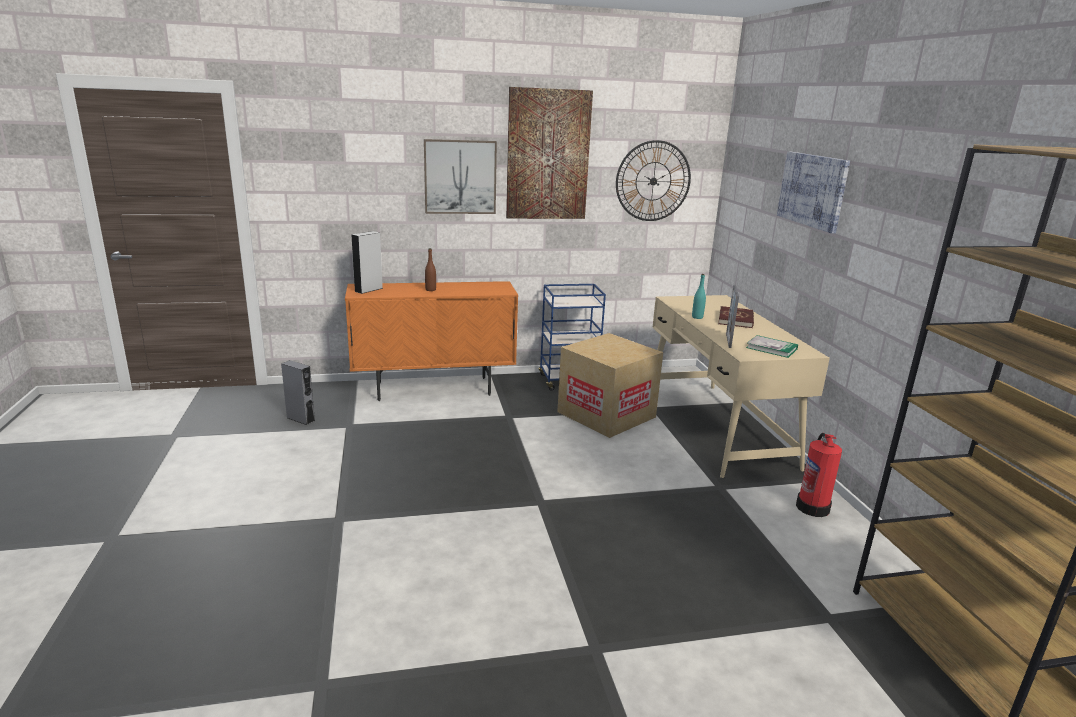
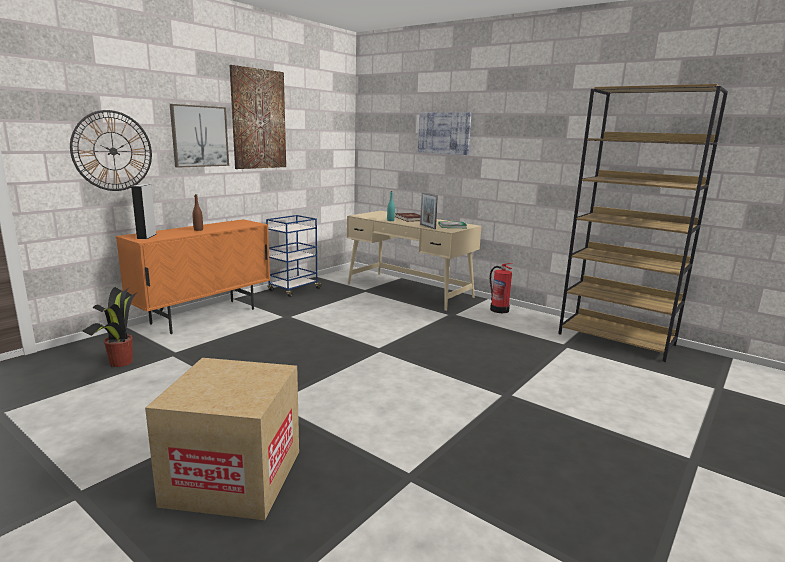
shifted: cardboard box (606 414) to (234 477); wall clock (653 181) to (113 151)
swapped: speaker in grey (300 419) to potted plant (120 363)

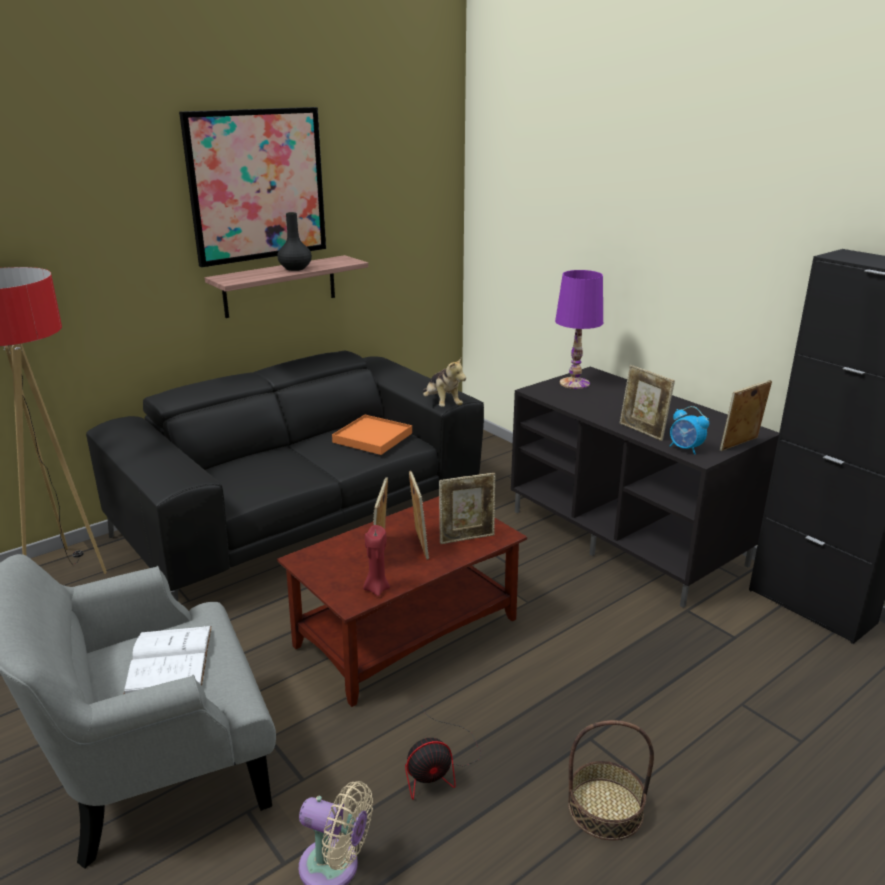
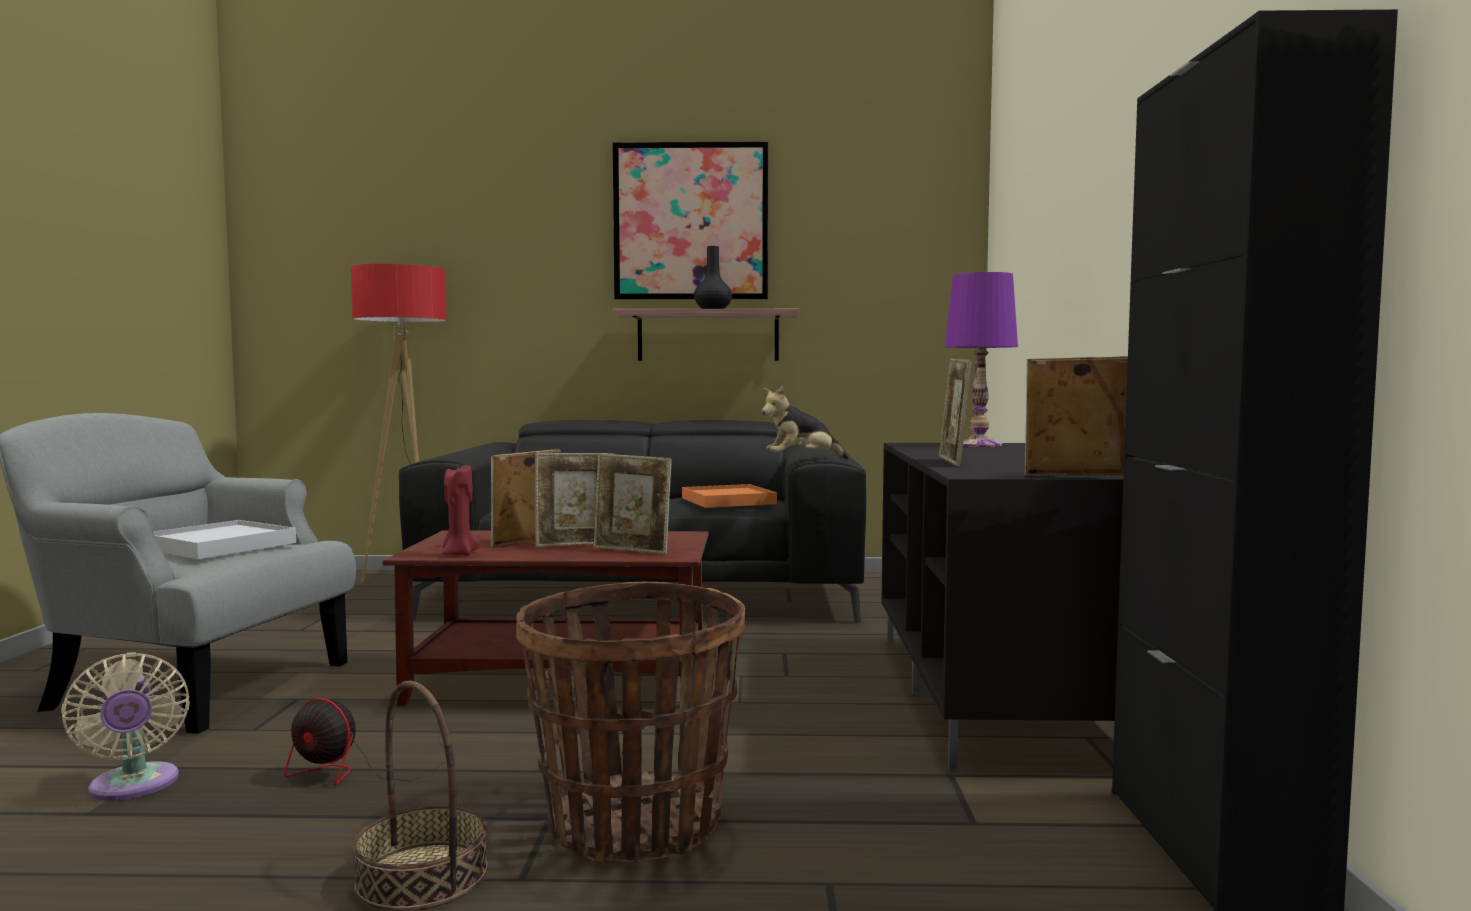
gone: alarm clock (685 449)
new: basket (634 825)
swapped: book in white (170 659) to tray in white (220 546)
rotated: picture frame (419 544) = (576 545) 45 degrees clockwise; plush toy (442 404) = (801 460) 60 degrees clockwise

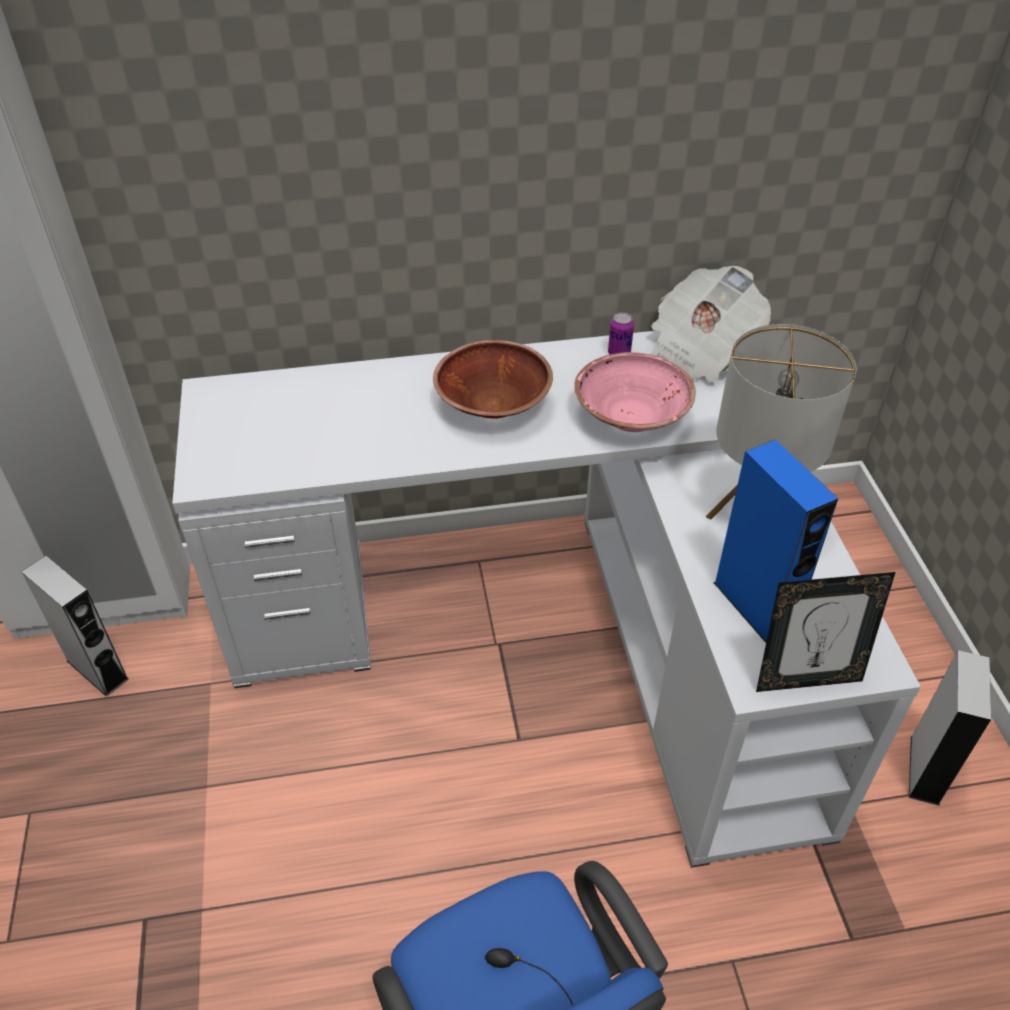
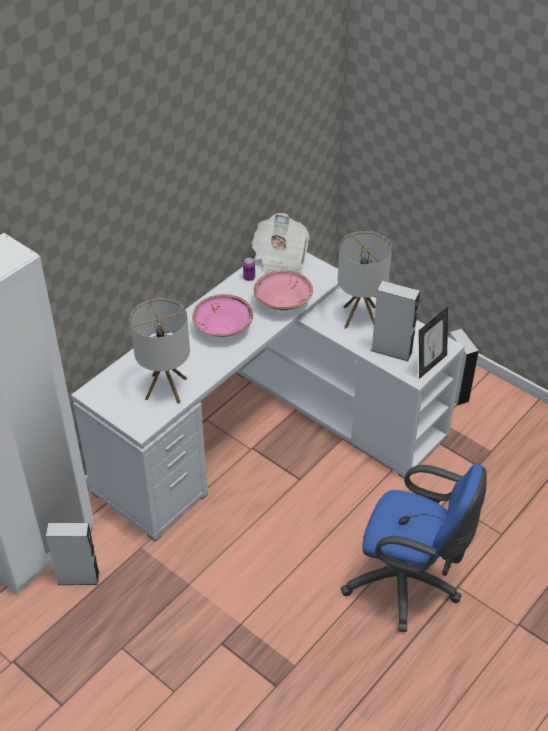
new: table lamp (166 389)
repainted: bowl in brown (494 404) to bowl in pink (223 328); speaker in blue (754 606) to speaker in grey (391 351)

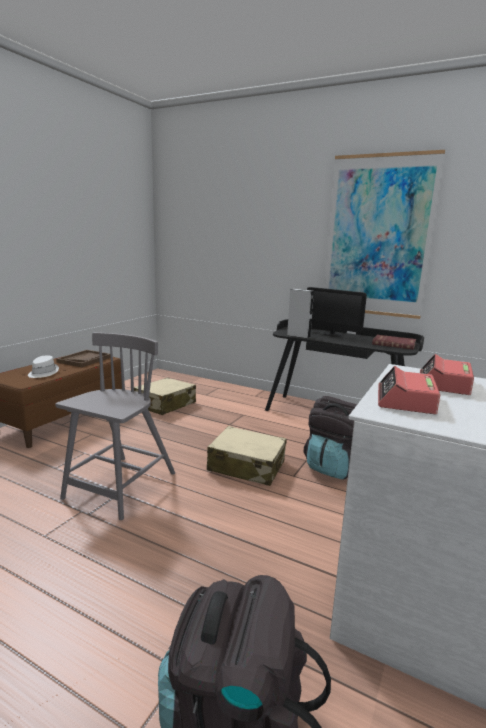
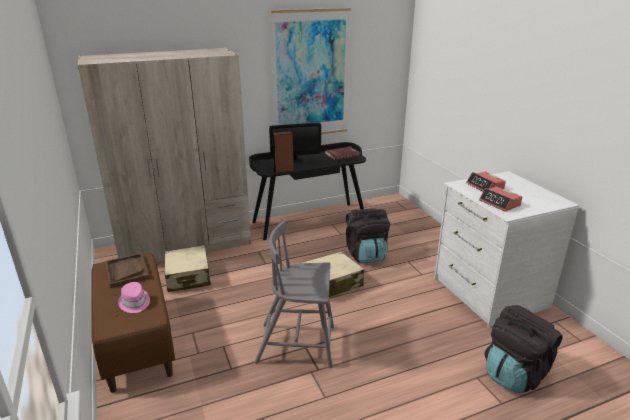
new: wardrobe in beige (185 245)
repainted: hat in white (43 373) to hat in pink (134 302); speaker in grey (298 336) to speaker in brown (283 170)
rotated: chair in grey (120 487) = (298 344) 60 degrees counterclockwise

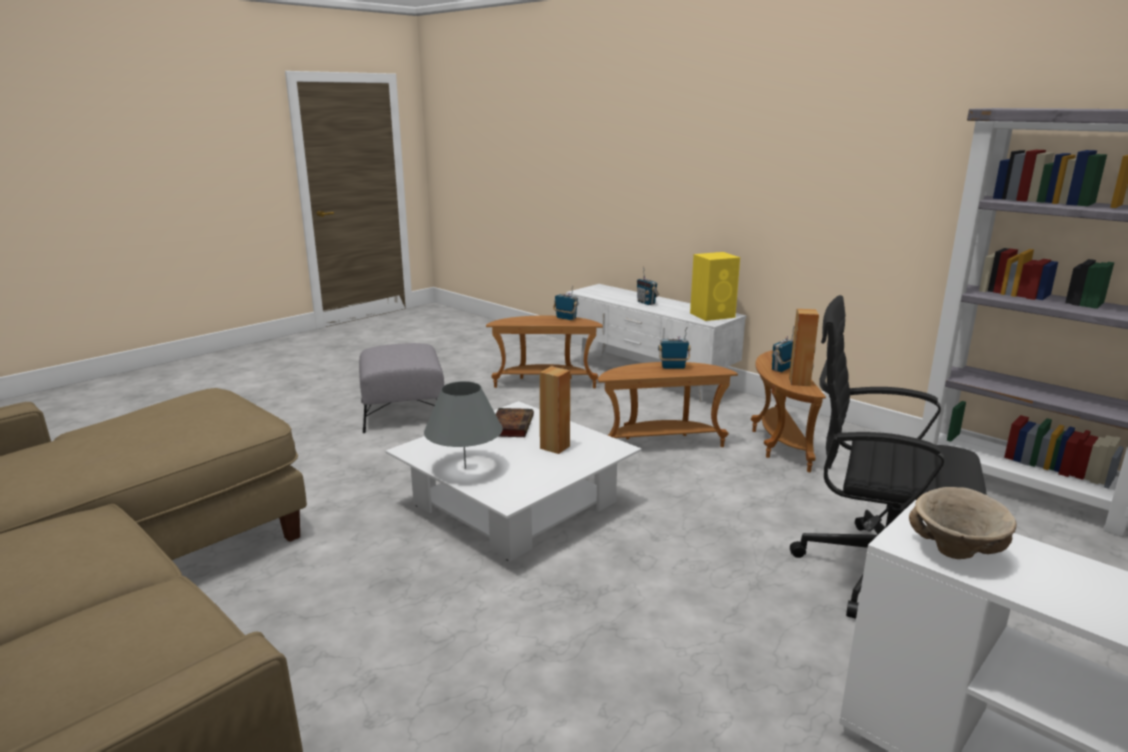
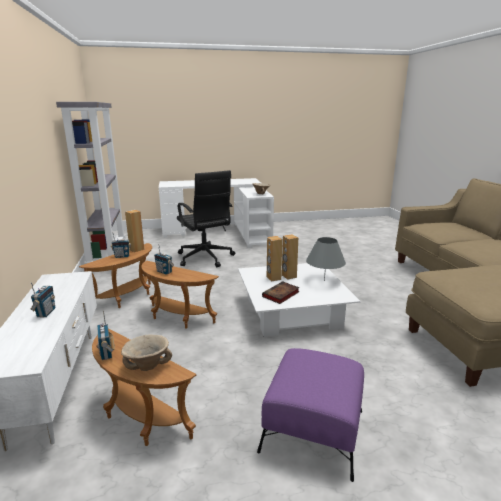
gone: speaker in yellow (713 315)
new: bowl in beige (147 365); speaker in brown (289 276)
repainted: ottoman in grey (403 412) to ottoman in purple (313 430)

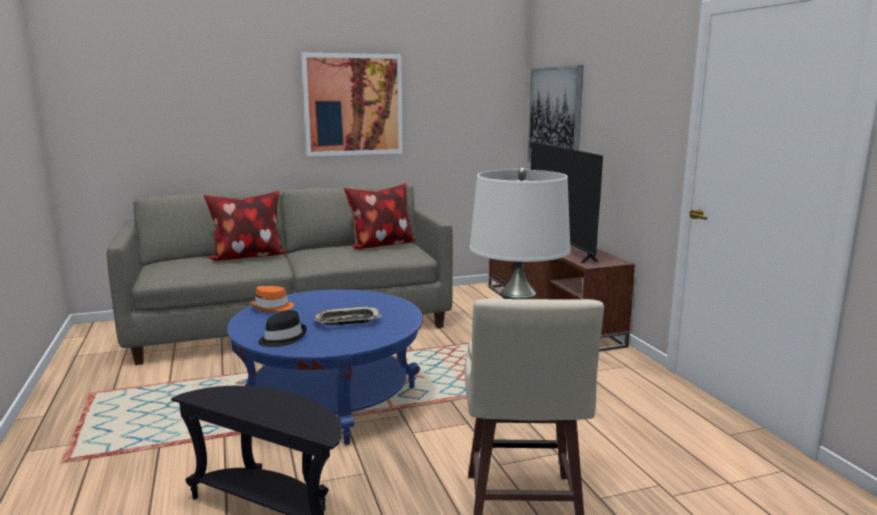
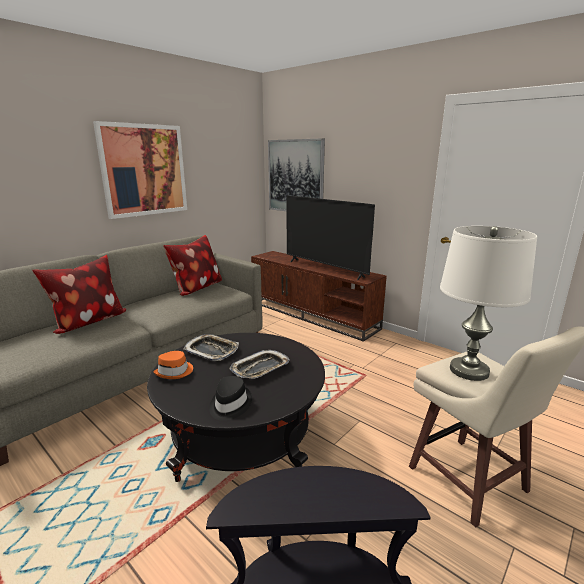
new: tray (212 350)
repainted: coffee table in blue (331 400) to coffee table in black (242 436)

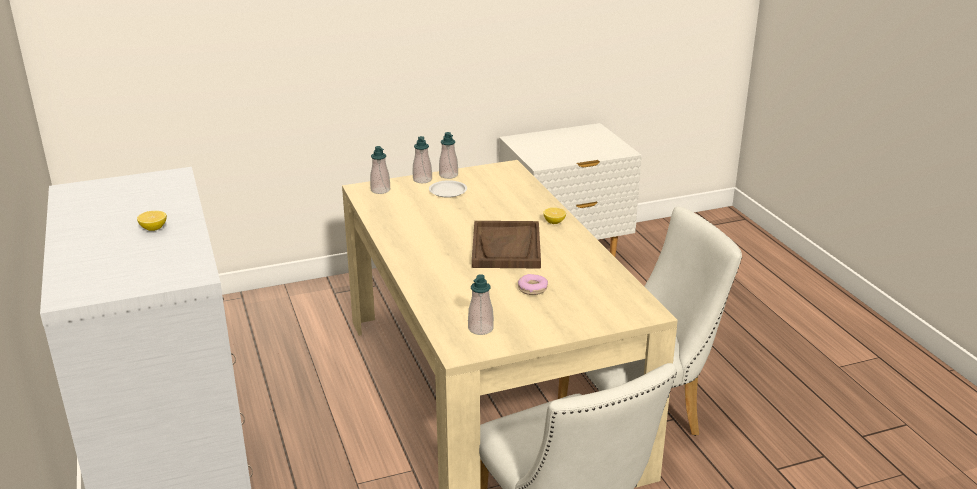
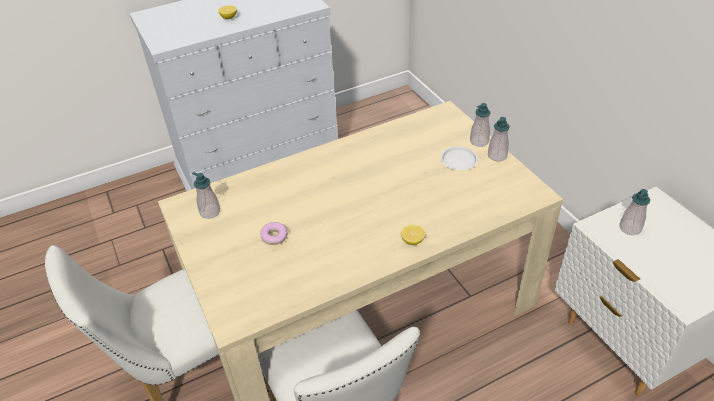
gone: tray in brown (506 247)
shifted: soap dispenser (380 190) to (630 228)

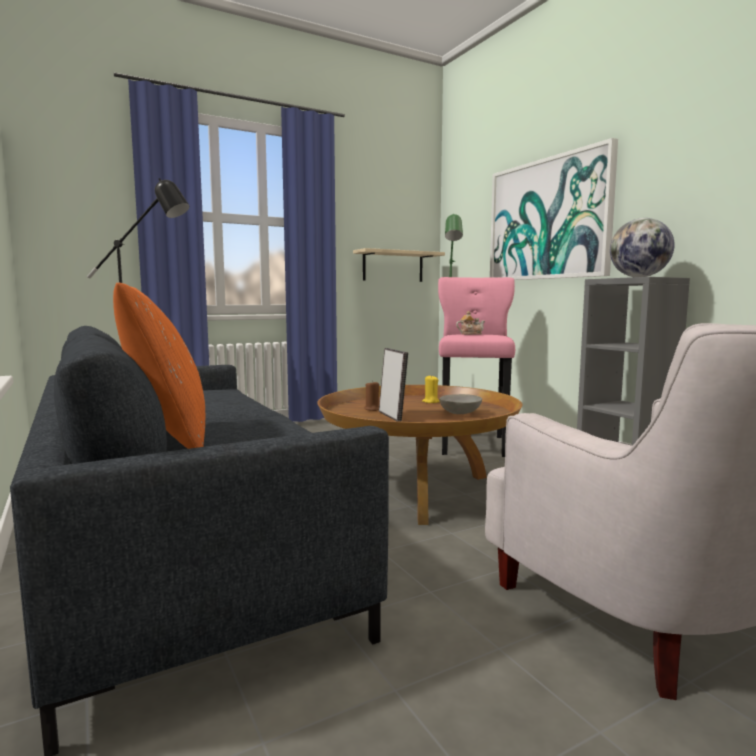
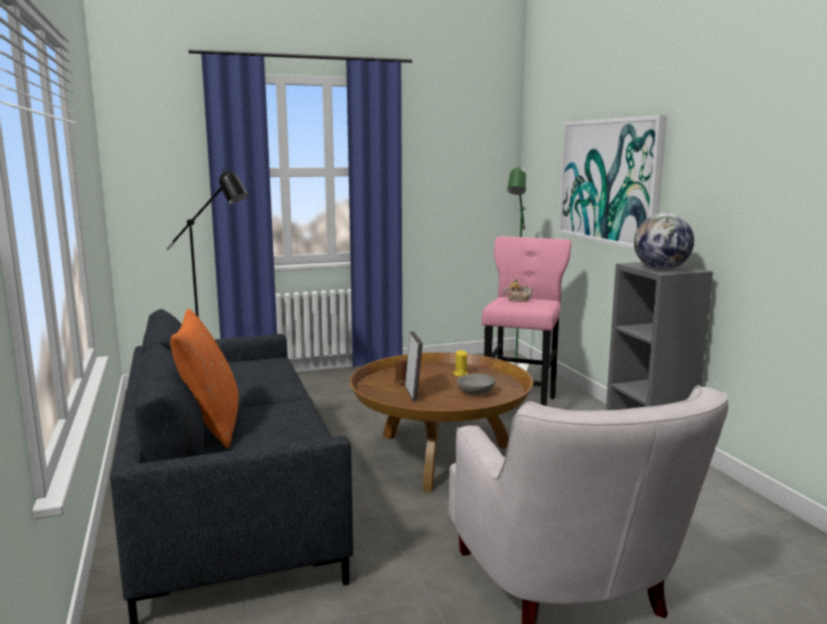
gone: shelf in beige (393 266)

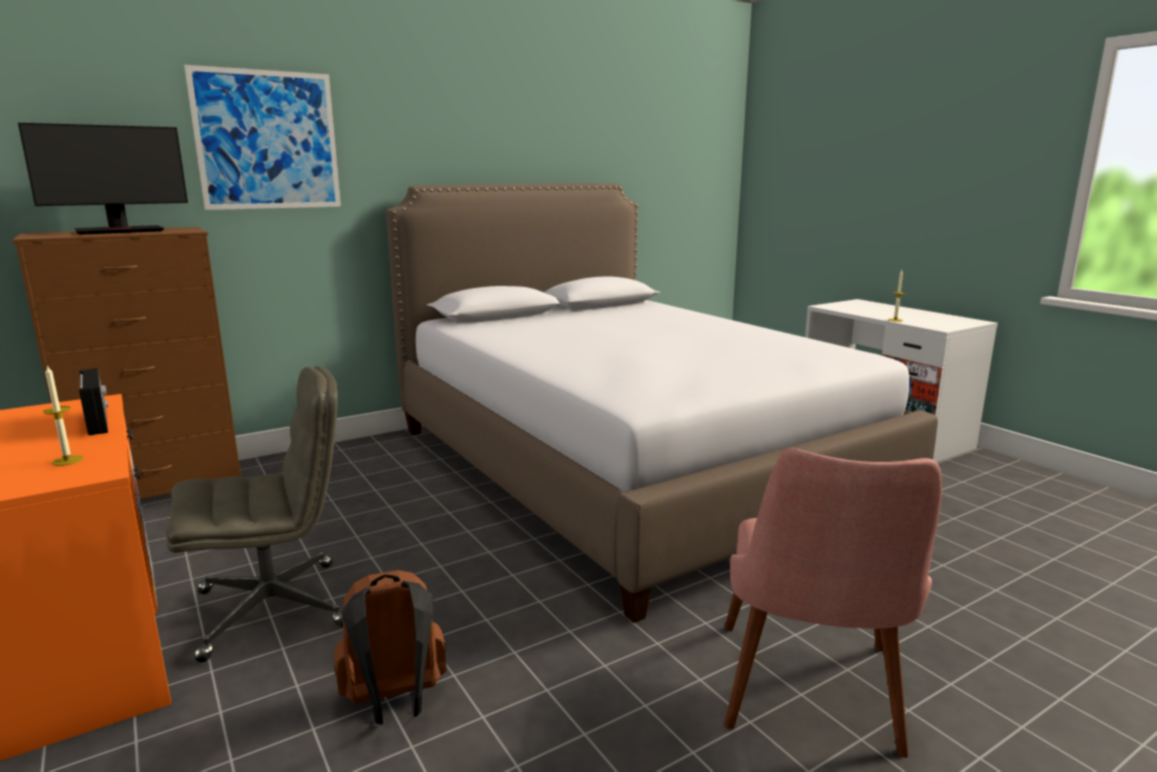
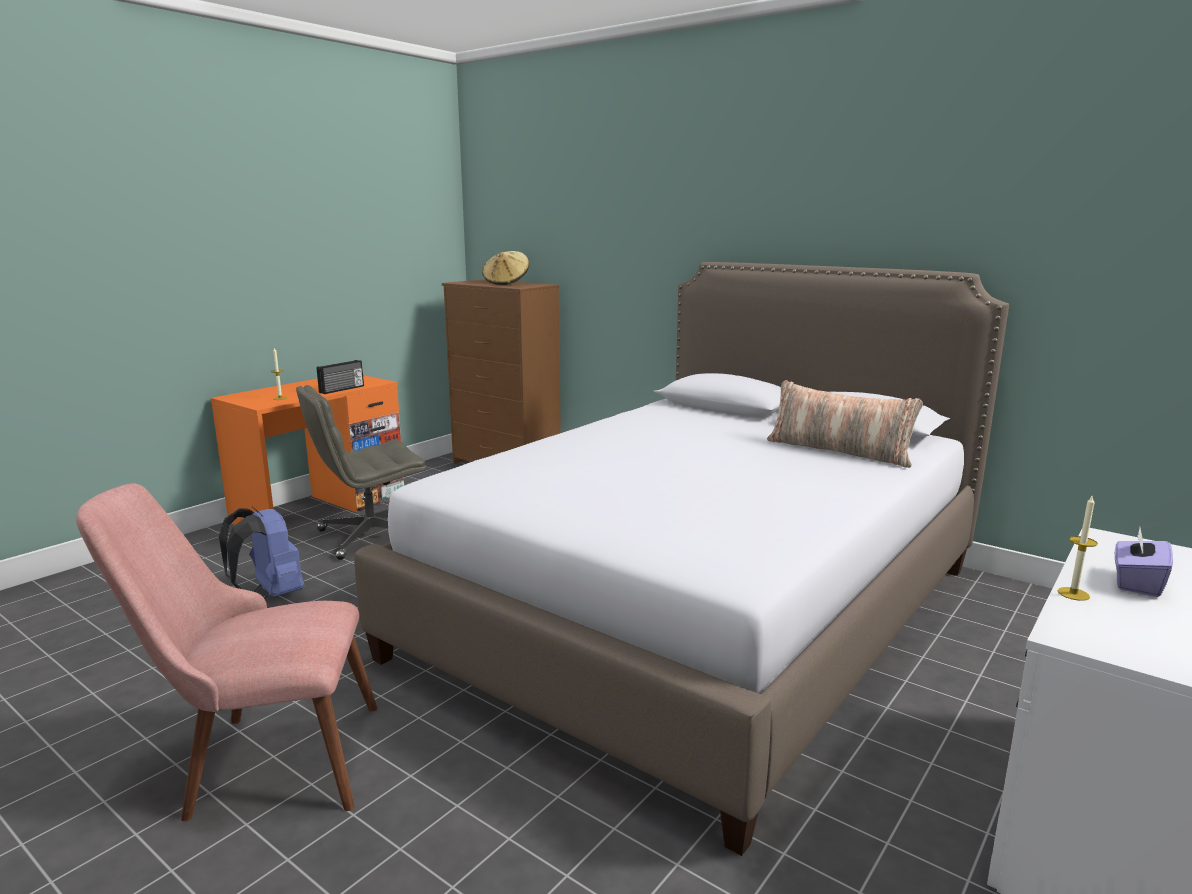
gone: picture (267 140)
new: pillow (839 451); tissue box in purple (1136 583)
swapped: monitor (119 231) to hat in beige (506 283)
repainted: backpack in brown (395 703) to backpack in blue (270 595)
rotated: office chair in grey (274 607) = (370 537) 105 degrees clockwise

